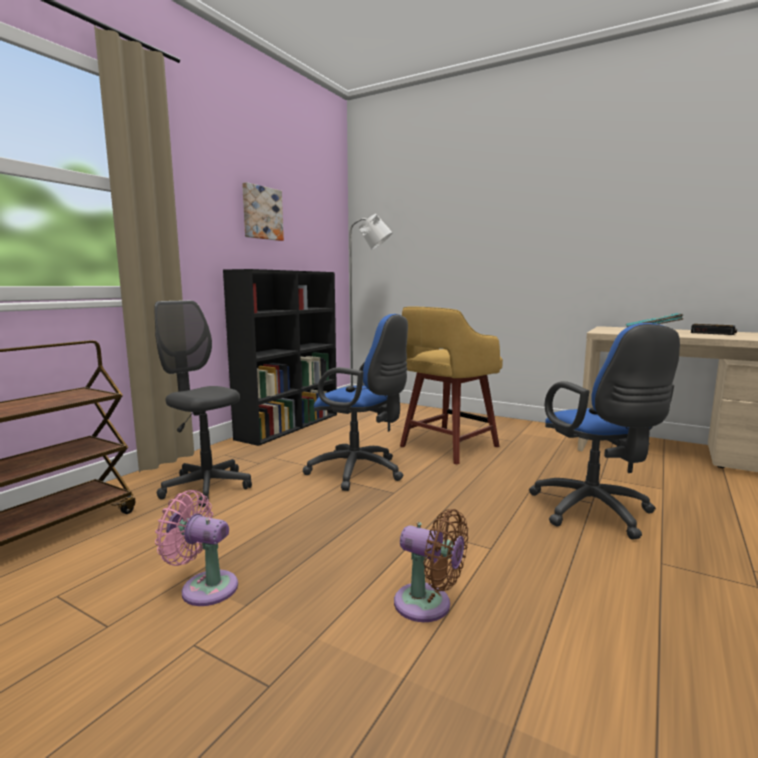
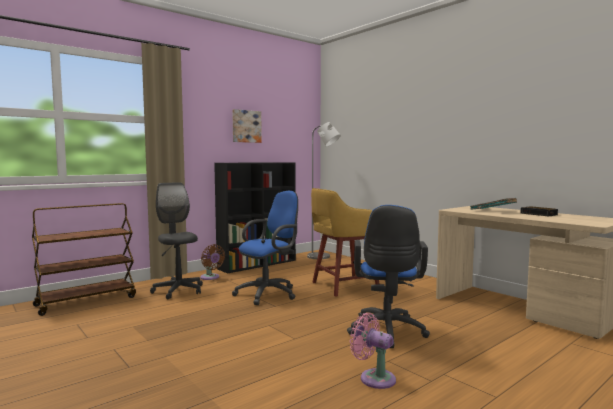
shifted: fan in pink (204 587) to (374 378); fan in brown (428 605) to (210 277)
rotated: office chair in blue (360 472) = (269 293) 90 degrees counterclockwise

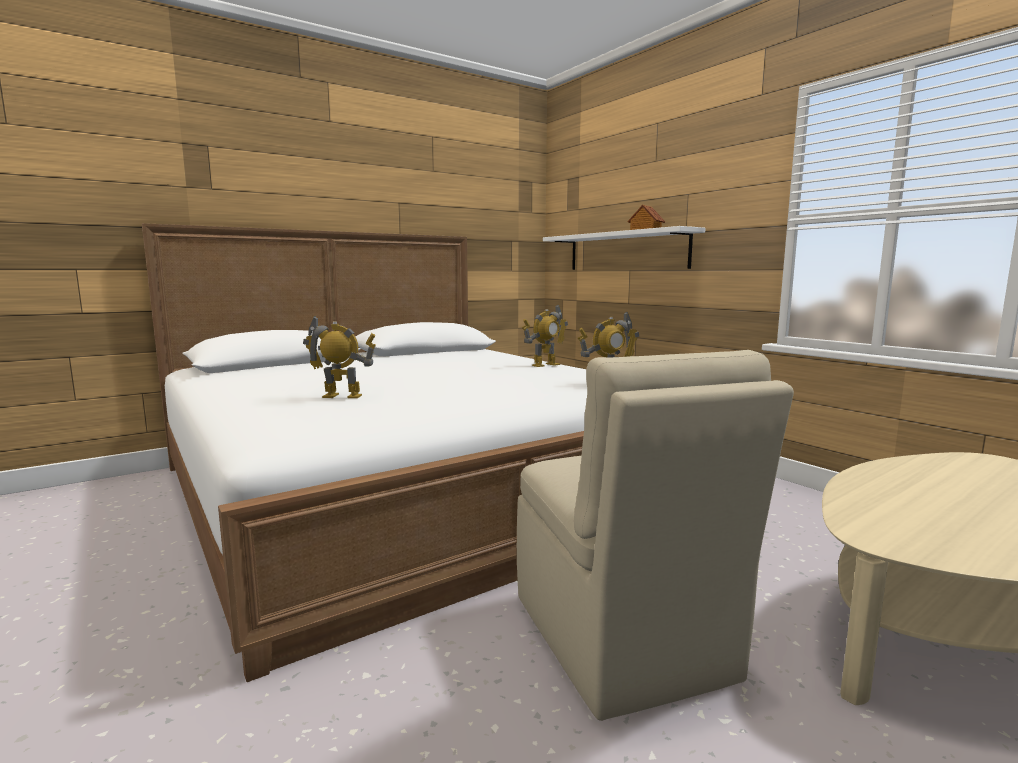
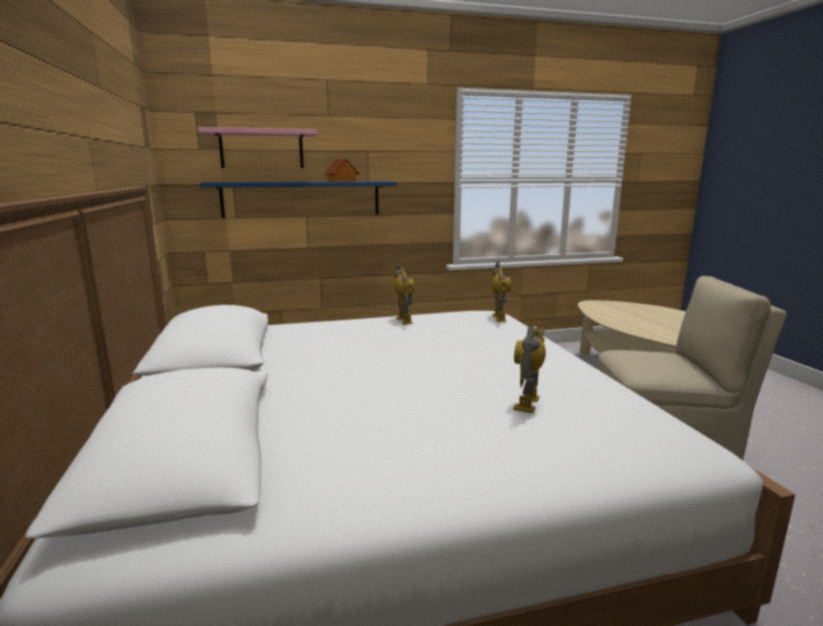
new: shelf in pink (261 149)
repainted: shelf in white (626 251) to shelf in blue (301 198)

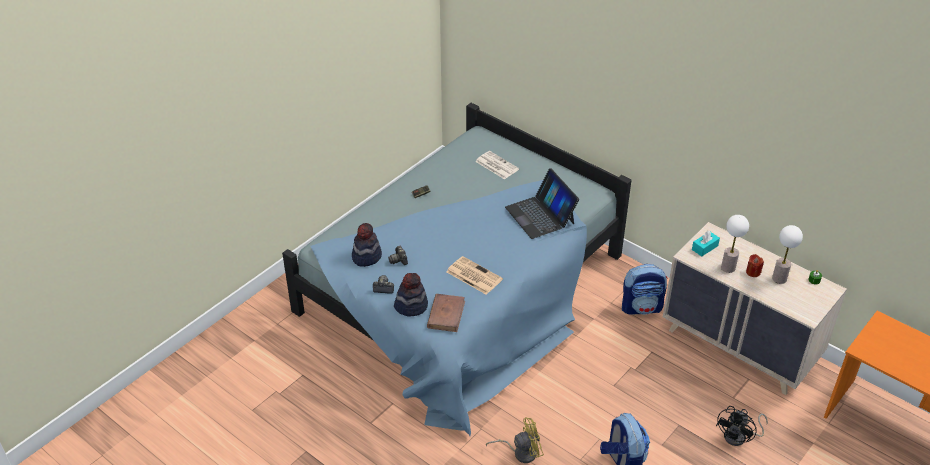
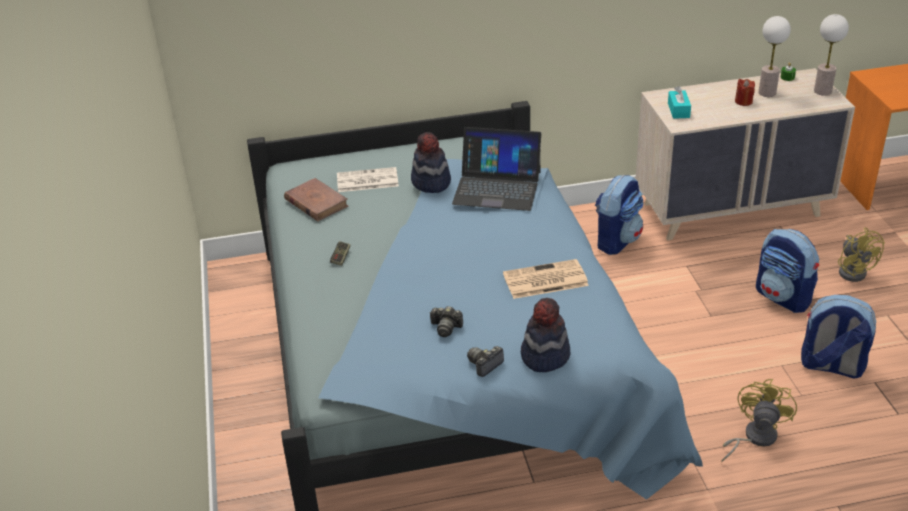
new: backpack (783 297)
shifted: hat (366 256) to (431 182); book in brown (446 314) to (316 203); table lamp (728 267) to (822 91)
repainted: fan in black (739 437) to fan in yellow (853 270)

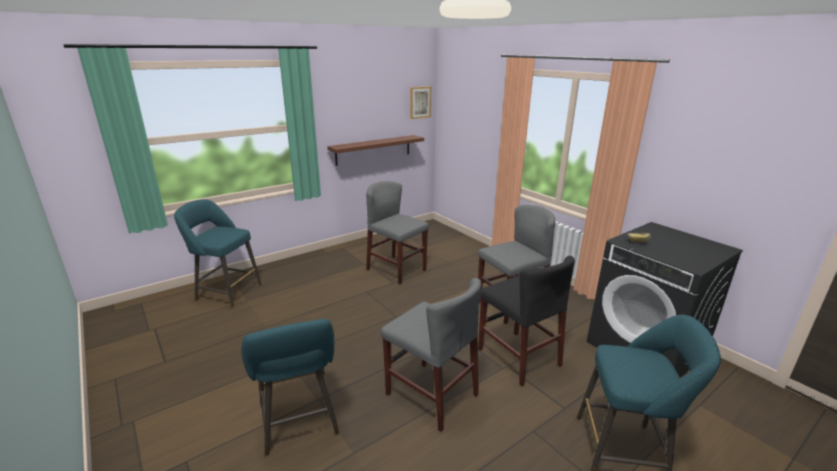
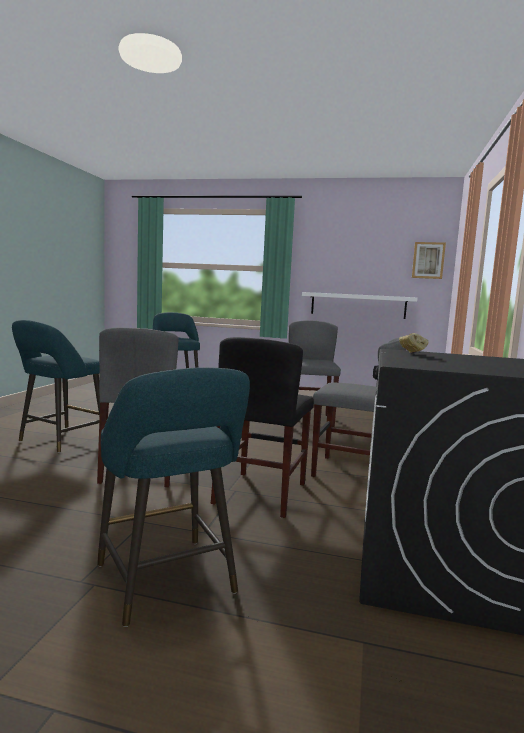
repainted: shelf in brown (373 149) to shelf in white (358 305)

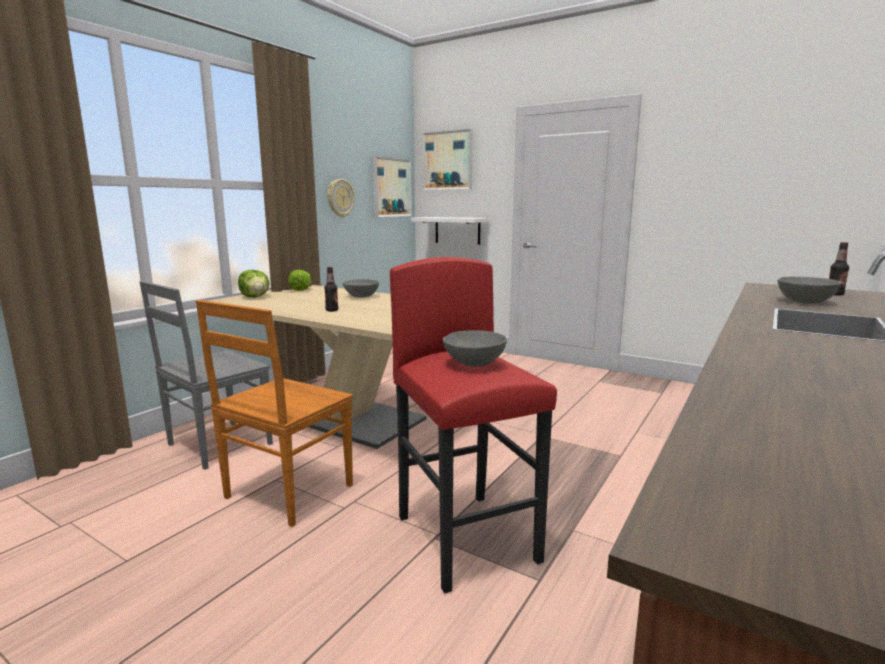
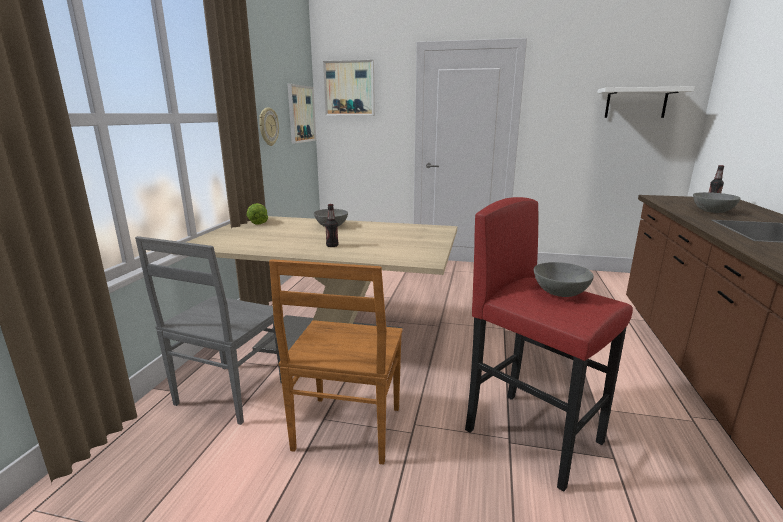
gone: lettuce (255 297)
shifted: shelf in white (457 230) to (636 103)

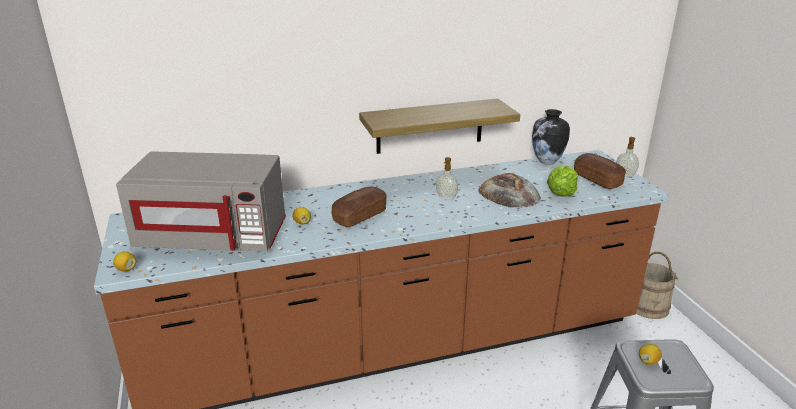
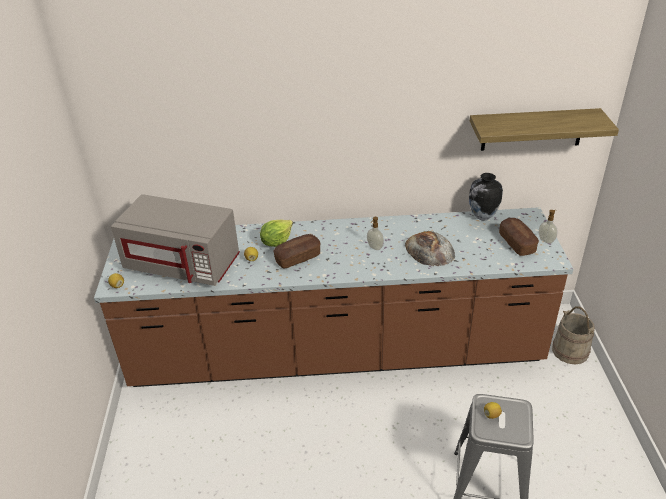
shifted: shelf (430 126) to (532 129); lettuce (561 193) to (276 242)

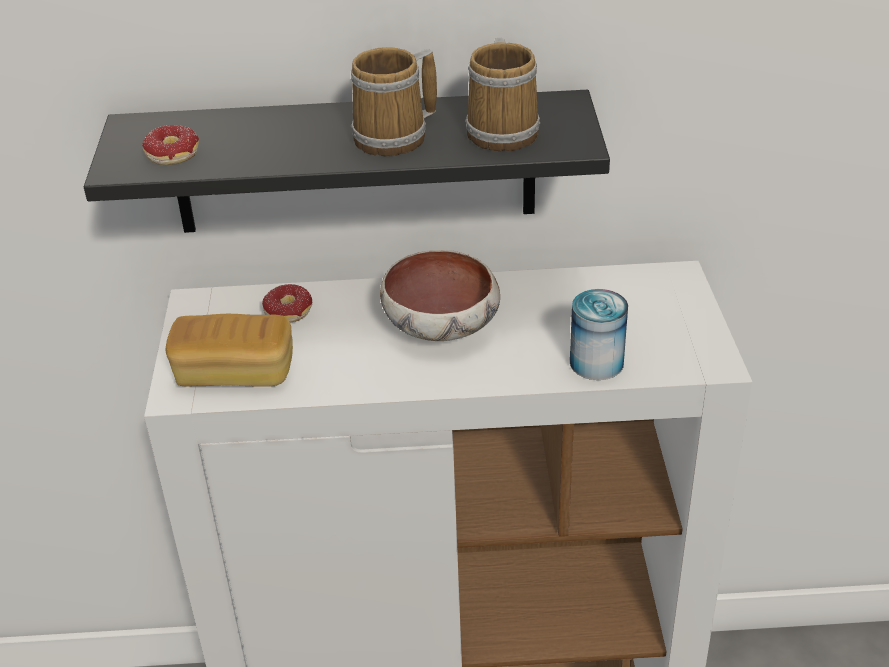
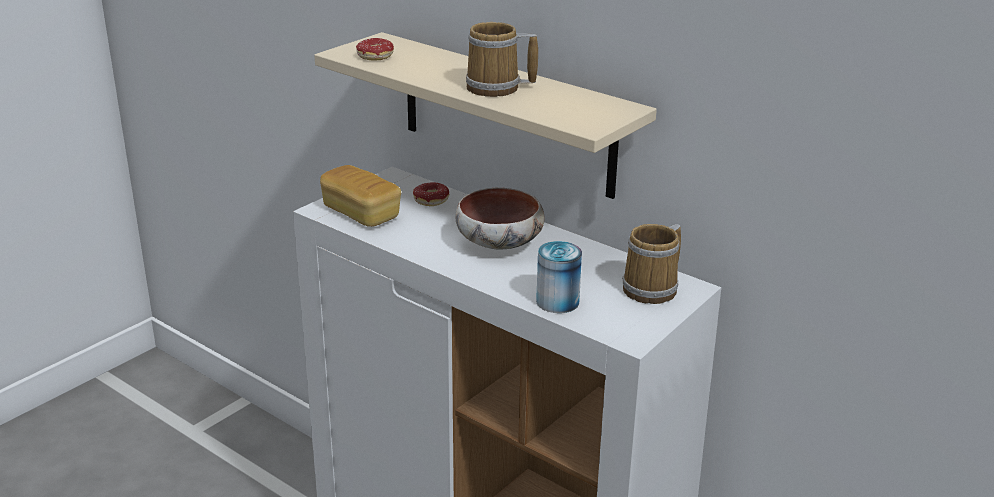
shifted: mug (504 130) to (653 289)
repainted: shelf in black (354 163) to shelf in beige (506 114)

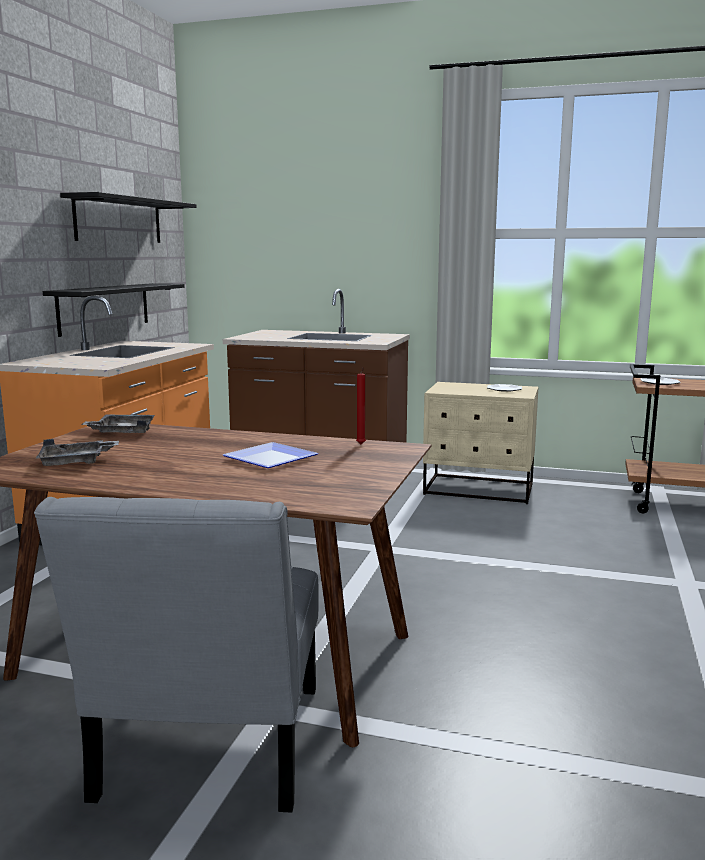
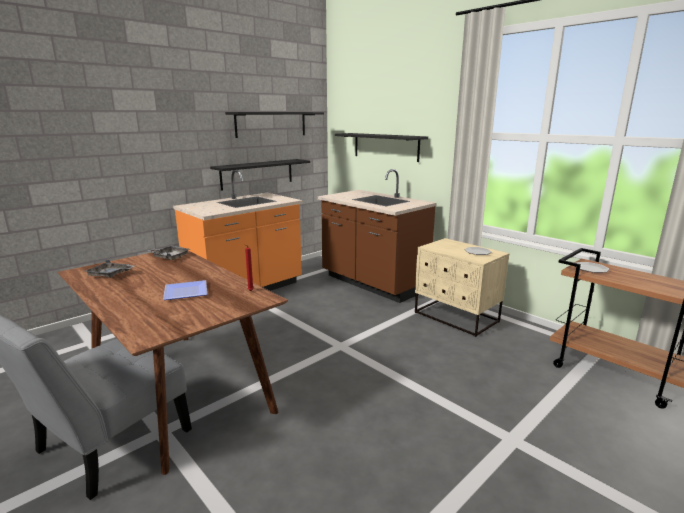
new: shelf in black (385 146)

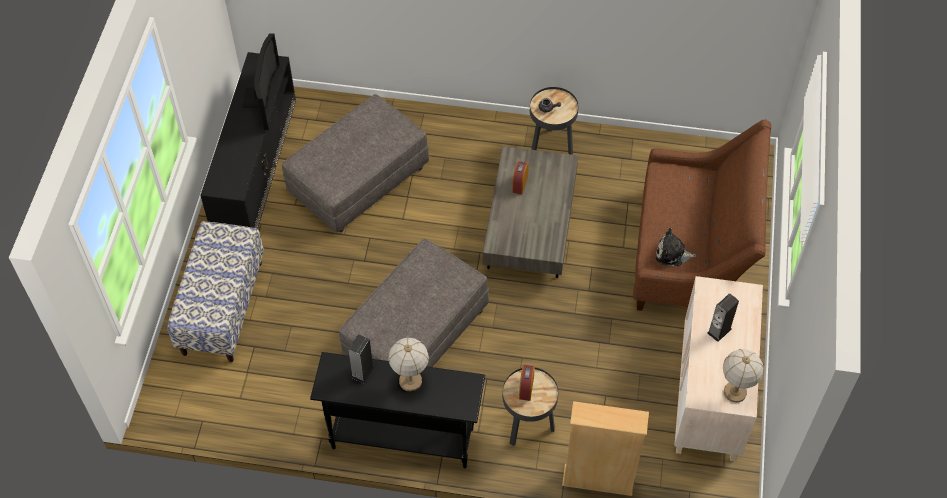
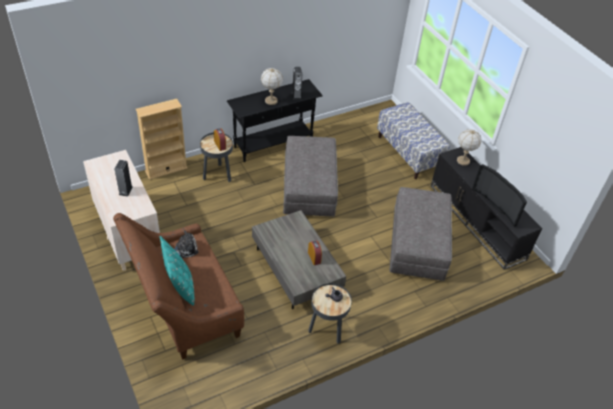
new: pillow in turquoise (180 285)
shifted: table lamp (735 392) to (463 161)

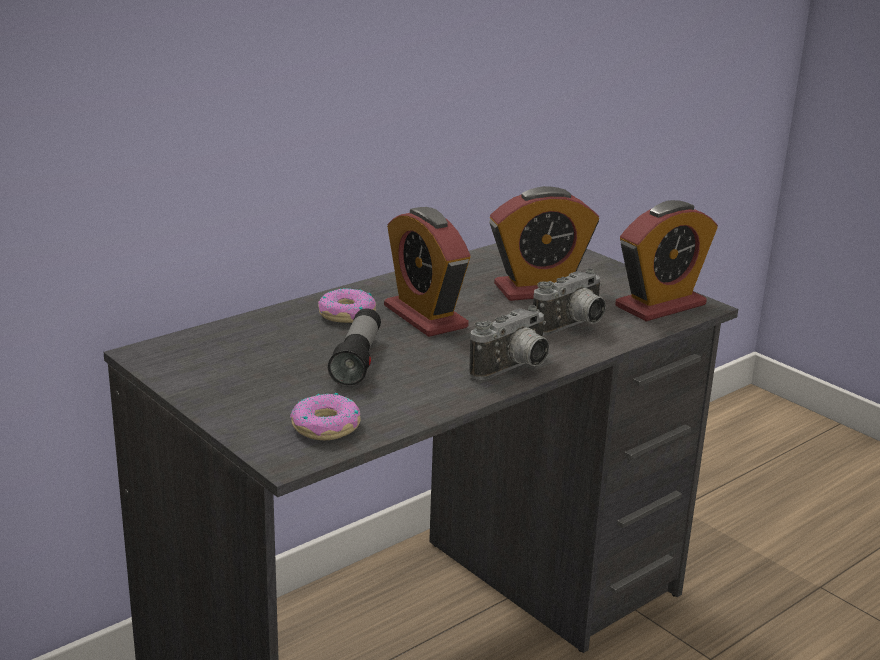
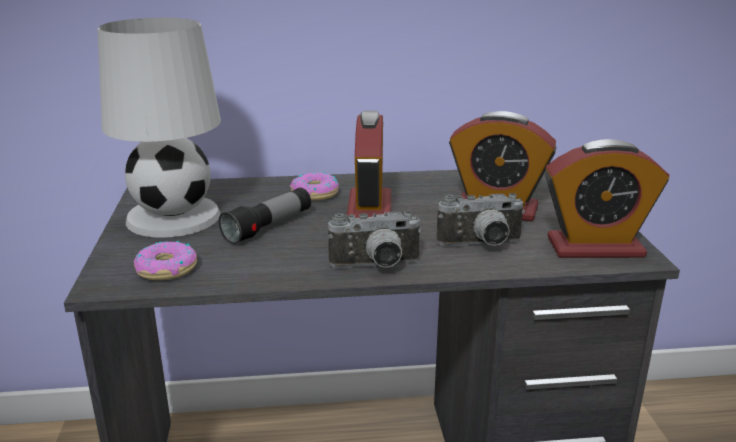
new: table lamp in white (174 216)

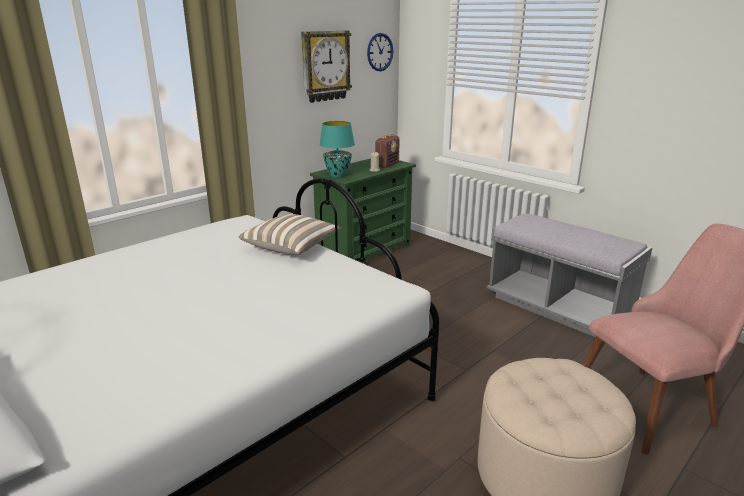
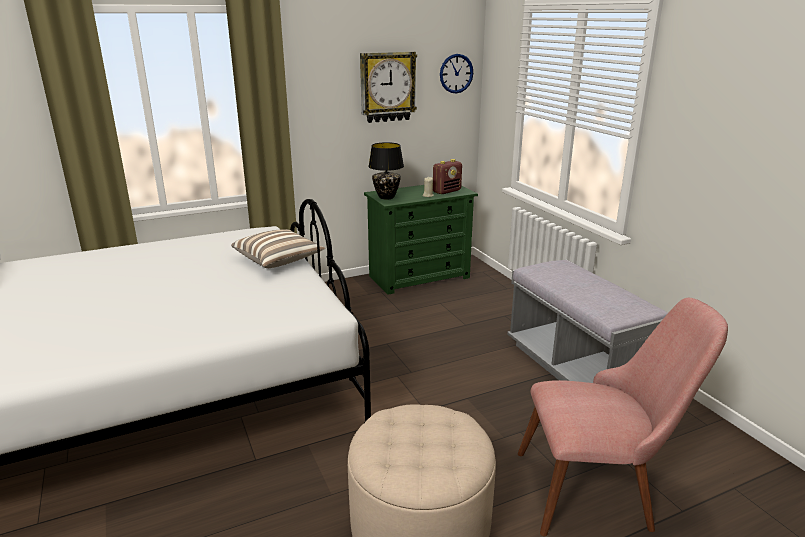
repainted: table lamp in turquoise (338 175) to table lamp in black (386 197)

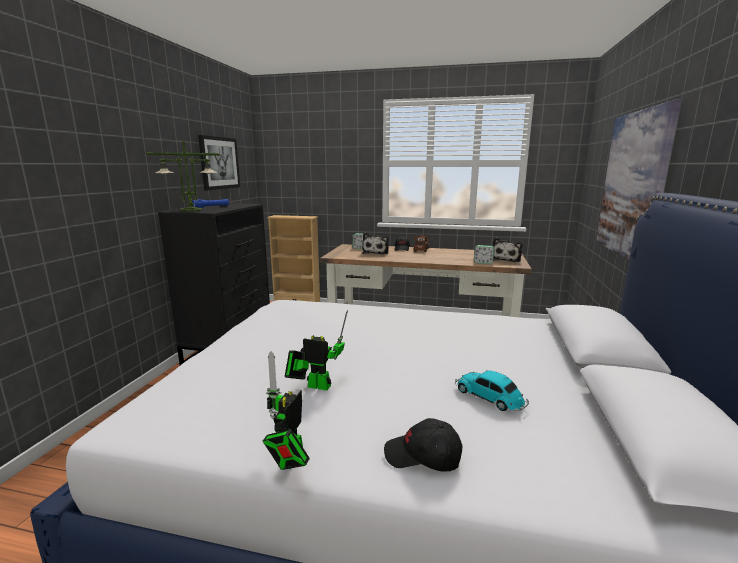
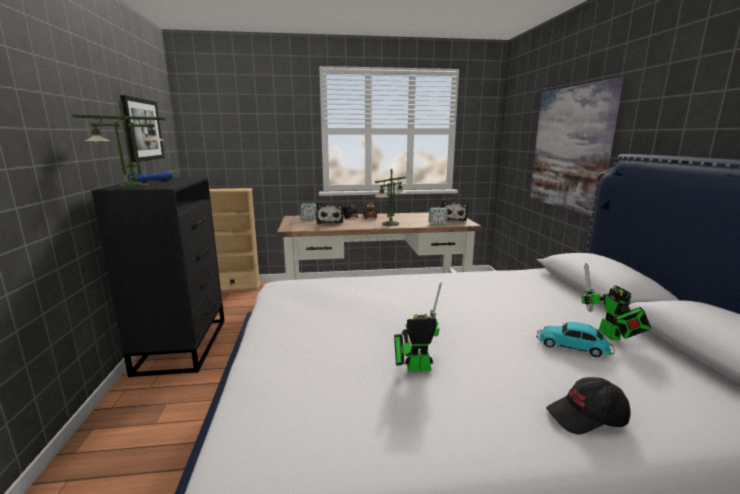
new: table lamp (390 224)
shifted: toy robot (289 461) to (611 336)

